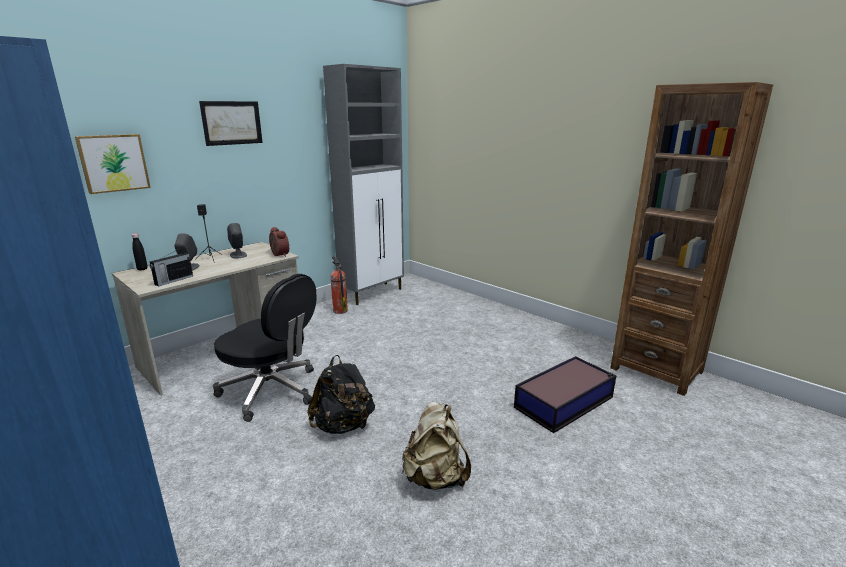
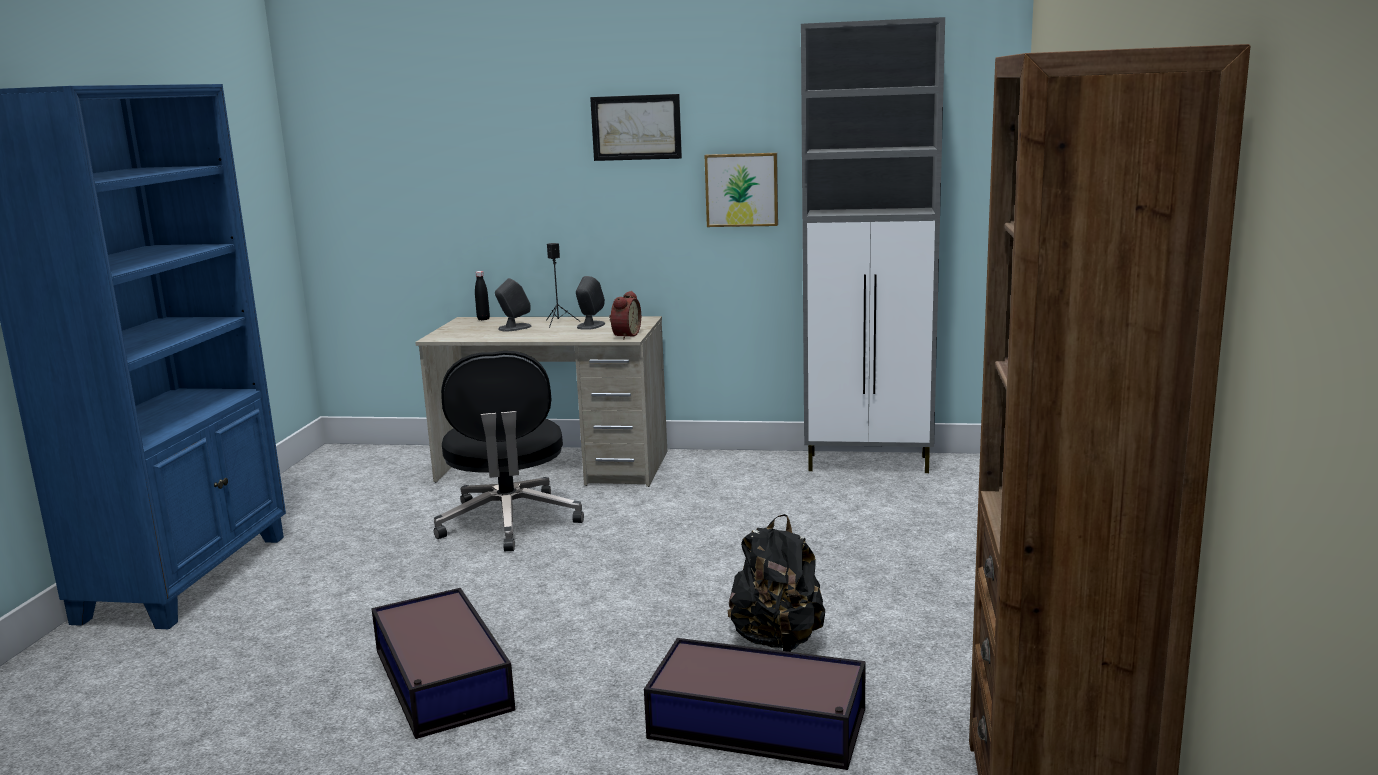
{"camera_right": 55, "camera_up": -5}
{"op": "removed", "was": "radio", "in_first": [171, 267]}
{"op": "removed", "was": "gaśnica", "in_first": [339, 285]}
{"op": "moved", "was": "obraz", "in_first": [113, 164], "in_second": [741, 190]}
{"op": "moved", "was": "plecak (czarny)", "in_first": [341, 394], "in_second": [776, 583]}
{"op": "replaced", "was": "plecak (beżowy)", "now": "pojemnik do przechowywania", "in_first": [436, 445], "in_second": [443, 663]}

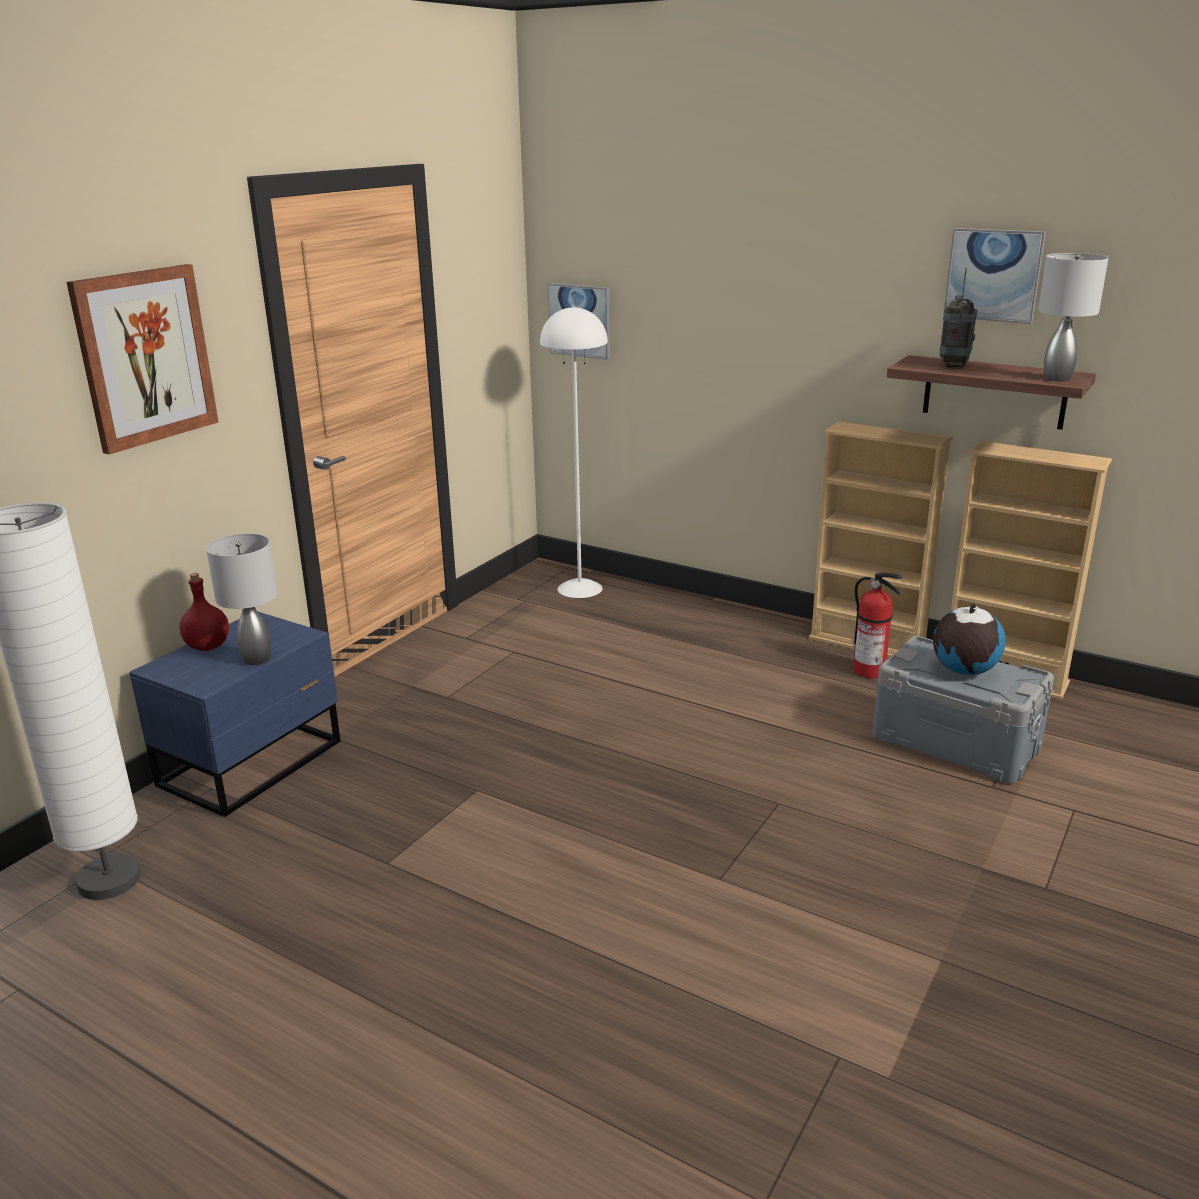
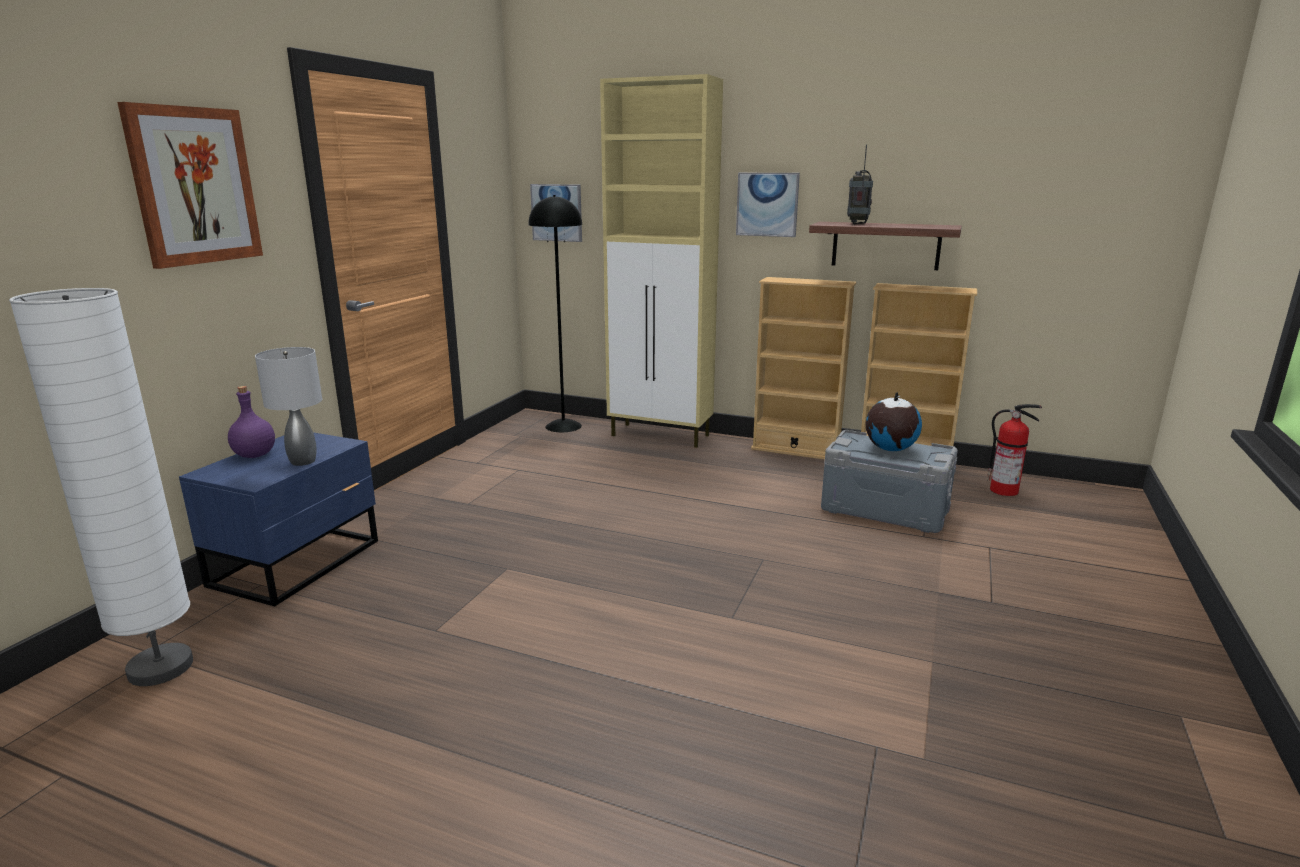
{"camera_right": -10, "camera_up": -5}
{"op": "removed", "was": "lampa stołowa (szary)", "in_first": [1073, 317]}
{"op": "added", "now": "szafka (beżowy)", "in_second": [661, 261]}
{"op": "moved", "was": "gaśnica", "in_first": [877, 626], "in_second": [1014, 450]}
{"op": "moved", "was": "obraz", "in_first": [995, 276], "in_second": [768, 205]}
{"op": "recoloured", "was": "butelka (czerwony)", "now": "butelka (fioletowy)", "in_first": [204, 612], "in_second": [251, 422]}
{"op": "recoloured", "was": "lampa stojąca (biały)", "now": "lampa stojąca (czarny)", "in_first": [574, 452], "in_second": [555, 313]}

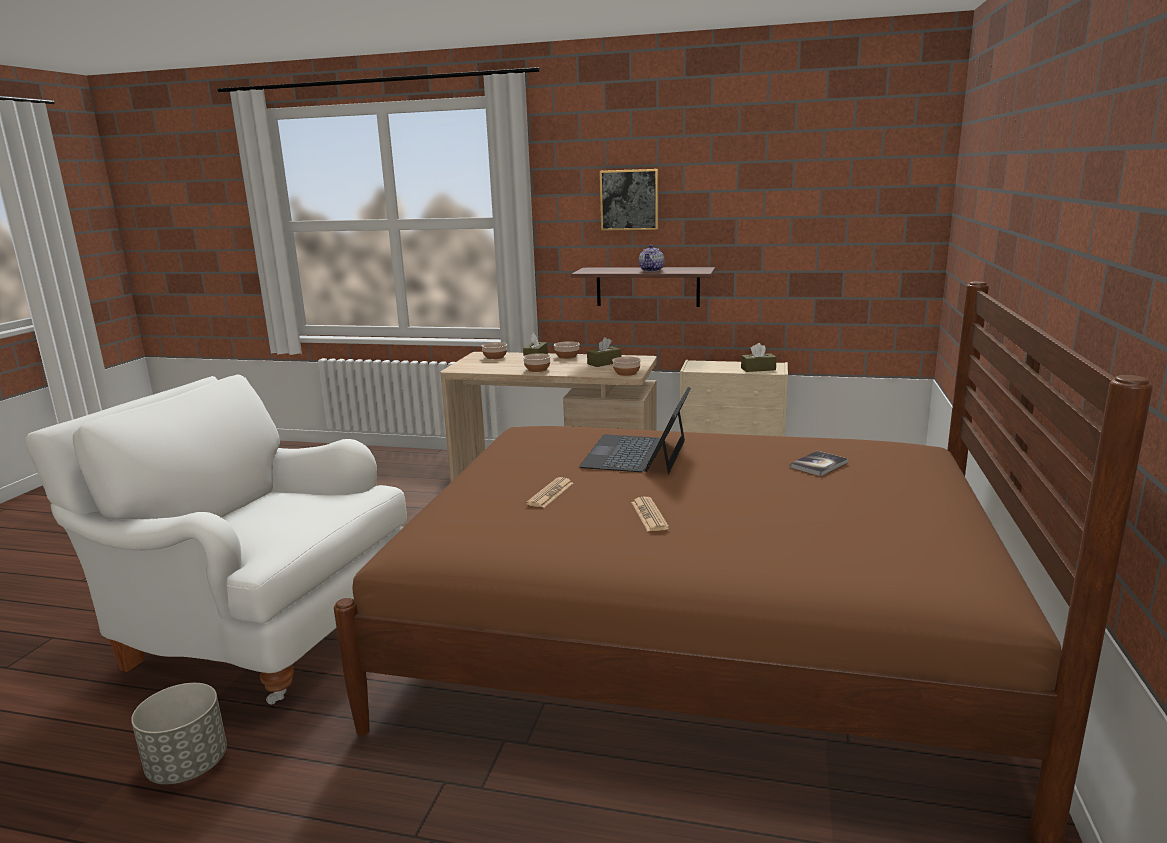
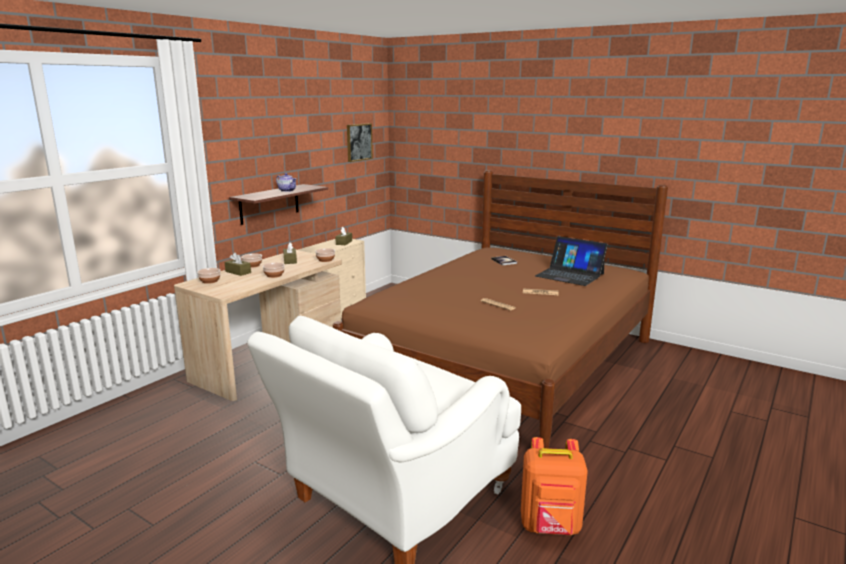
{"camera_right": -70, "camera_up": 0}
{"op": "moved", "was": "laptop", "in_first": [635, 430], "in_second": [571, 261]}
{"op": "moved", "was": "obraz", "in_first": [629, 200], "in_second": [360, 142]}
{"op": "replaced", "was": "donica (szary)", "now": "plecak (pomarańczowy)", "in_first": [179, 734], "in_second": [554, 486]}

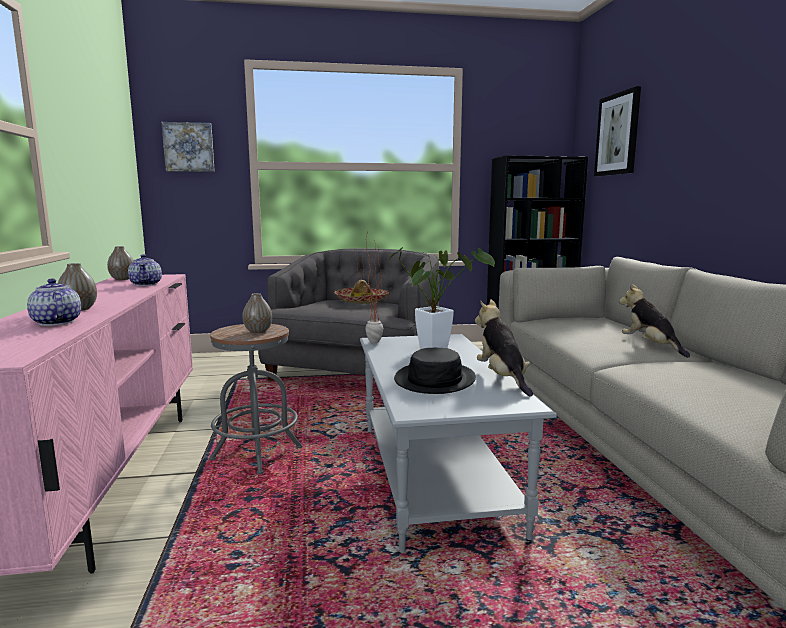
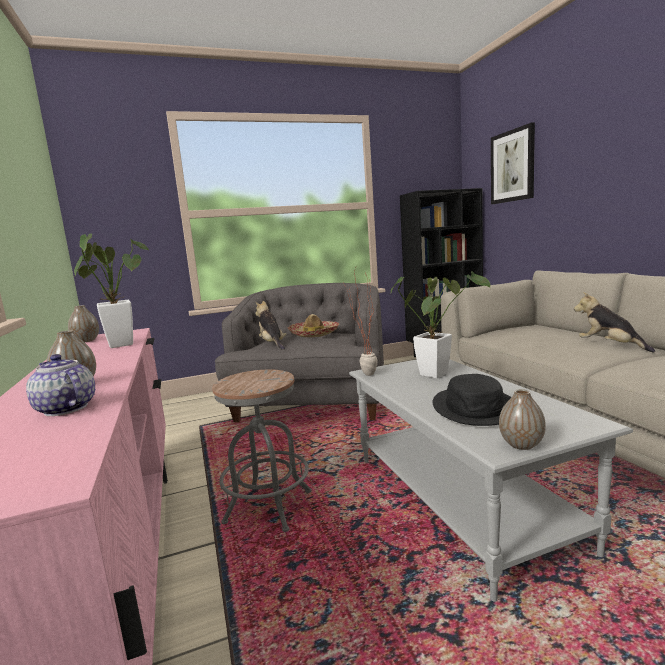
{"camera_right": -10, "camera_up": 0}
{"op": "removed", "was": "obraz", "in_first": [188, 147]}
{"op": "moved", "was": "wazon", "in_first": [257, 313], "in_second": [522, 419]}
{"op": "moved", "was": "pluszak", "in_first": [504, 348], "in_second": [271, 325]}
{"op": "replaced", "was": "imbryk", "now": "roślina doniczkowa", "in_first": [145, 270], "in_second": [112, 290]}

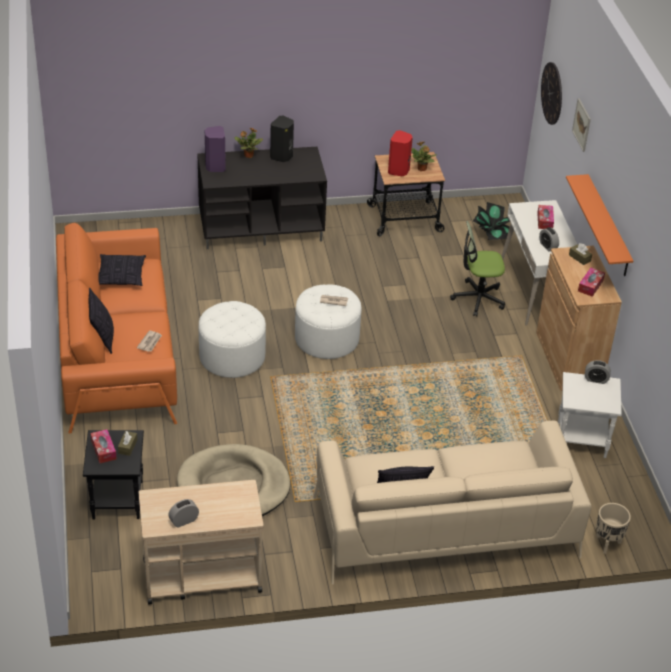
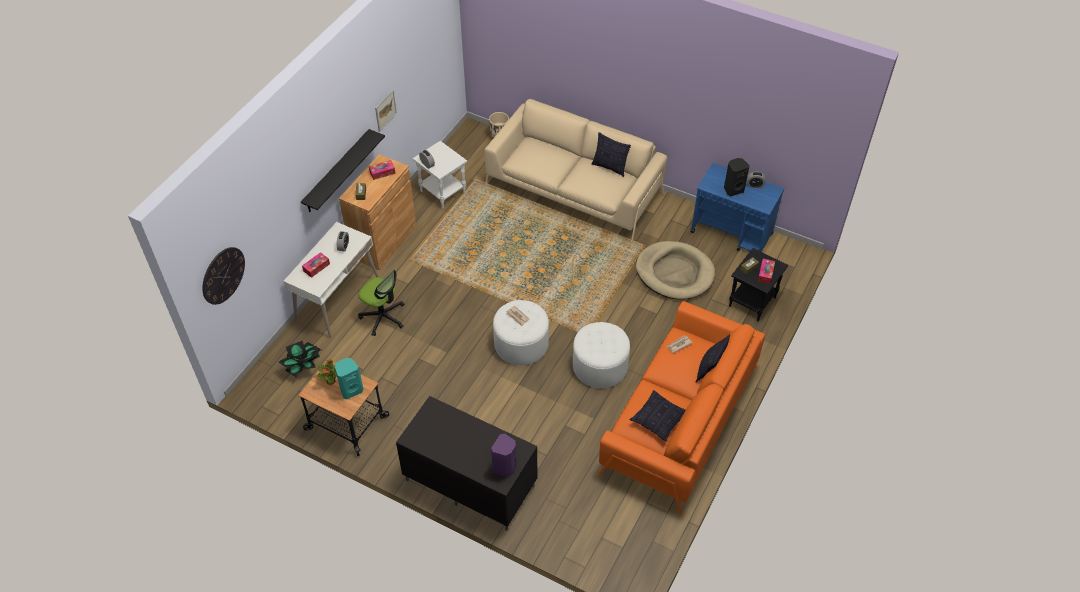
{"camera_right": -140, "camera_up": 10}
{"op": "removed", "was": "roślina doniczkowa", "in_first": [249, 143]}
{"op": "moved", "was": "głośnik (czarny)", "in_first": [282, 138], "in_second": [737, 177]}
{"op": "moved", "was": "obraz", "in_first": [581, 125], "in_second": [386, 111]}
{"op": "recoloured", "was": "wózek (beżowy)", "now": "wózek (niebieski)", "in_first": [200, 542], "in_second": [737, 207]}
{"op": "recoloured", "was": "głośnik (czerwony)", "now": "głośnik (turkusowy)", "in_first": [400, 153], "in_second": [348, 378]}
{"op": "recoloured", "was": "półka (pomarańczowy)", "now": "półka (czarny)", "in_first": [599, 225], "in_second": [343, 170]}

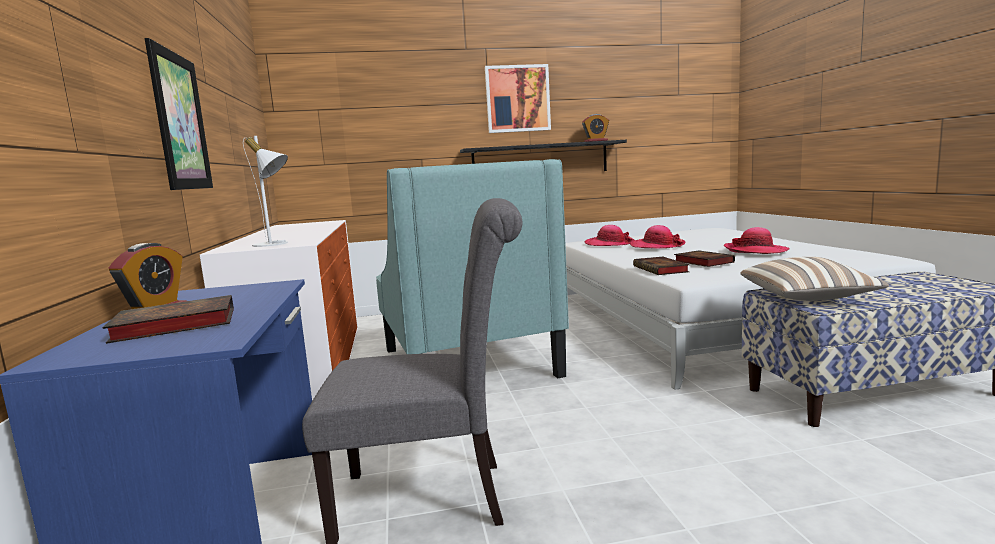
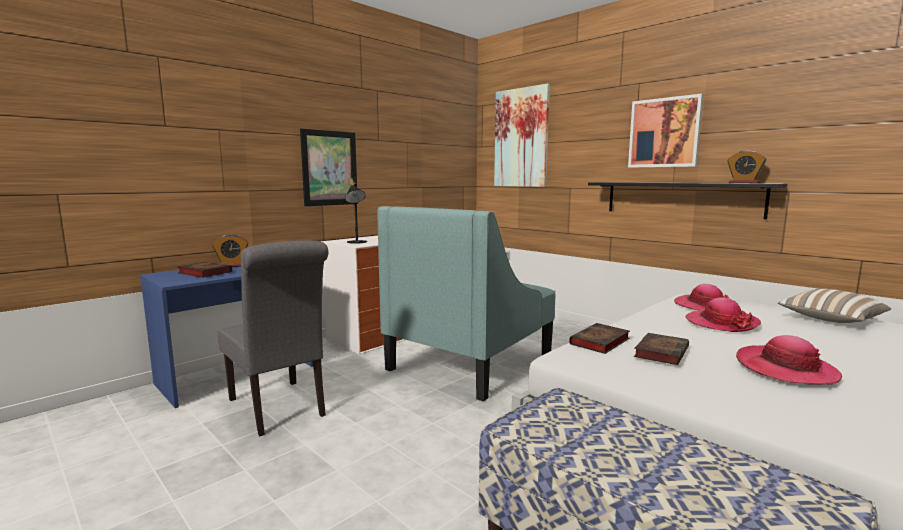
{"camera_right": 55, "camera_up": 0}
{"op": "added", "now": "obraz", "in_second": [522, 135]}
{"op": "moved", "was": "poduszka", "in_first": [815, 279], "in_second": [834, 306]}
{"op": "recoloured", "was": "lampa stołowa (biały)", "now": "lampa stołowa (czarny)", "in_first": [265, 191], "in_second": [356, 210]}

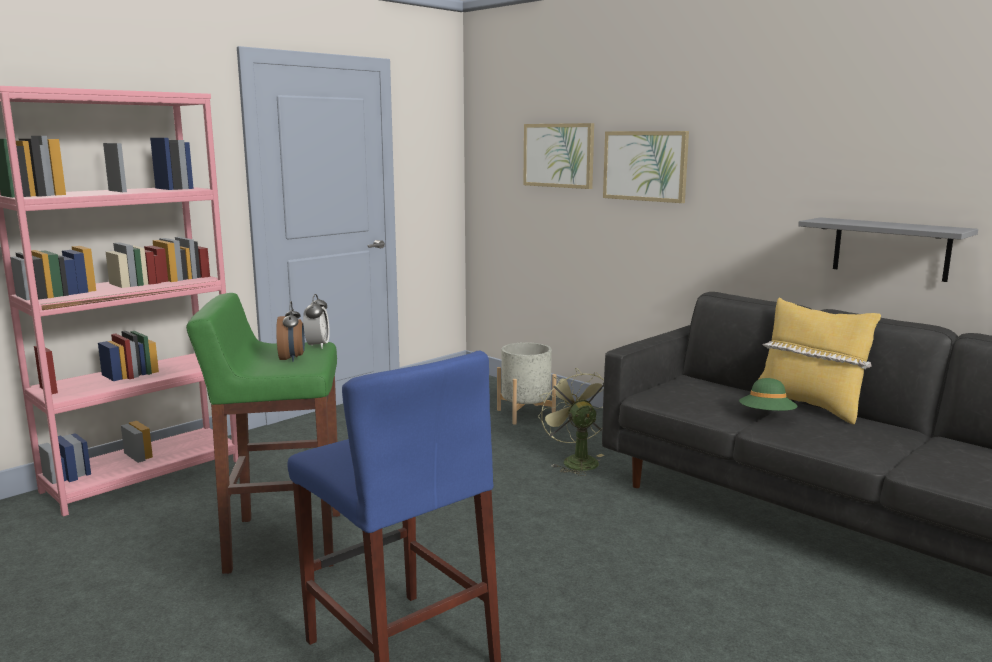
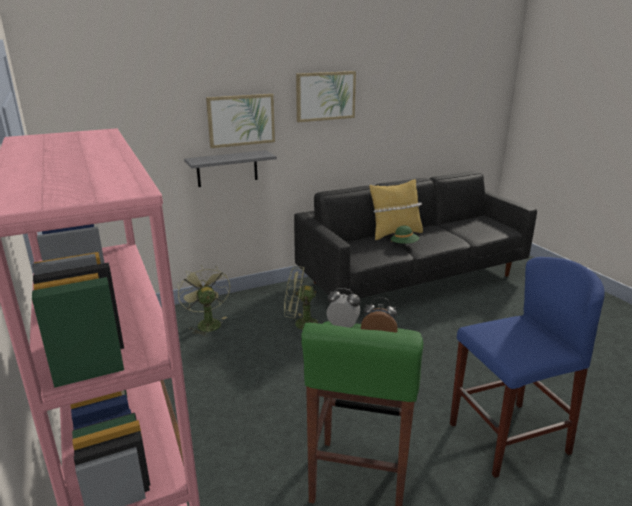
{"camera_right": -70, "camera_up": 10}
{"op": "moved", "was": "obraz", "in_first": [558, 156], "in_second": [326, 96]}
{"op": "moved", "was": "półka (szary)", "in_first": [888, 249], "in_second": [230, 168]}
{"op": "replaced", "was": "donica (szary)", "now": "wentylator (zielony)", "in_first": [527, 383], "in_second": [203, 300]}

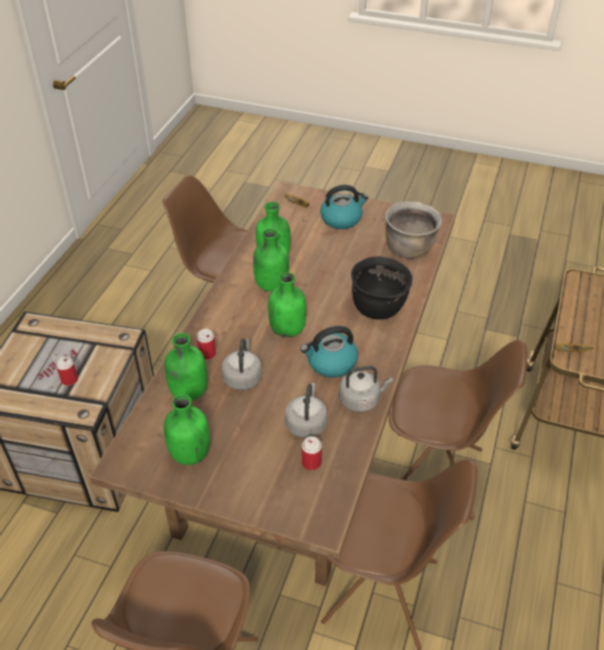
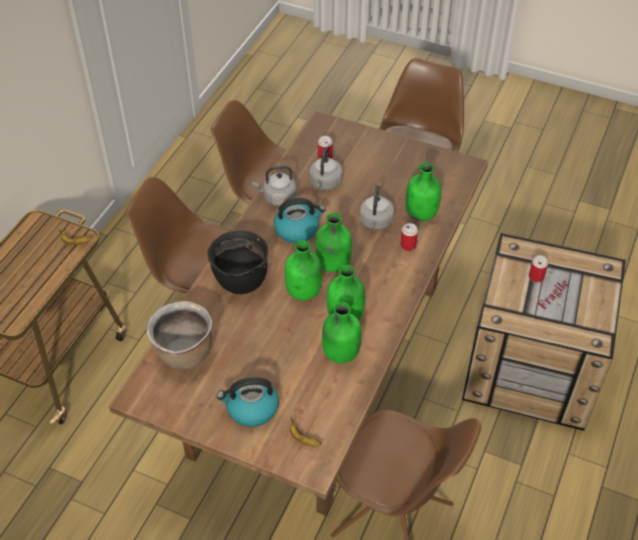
{"camera_right": -175, "camera_up": 5}
{"op": "moved", "was": "butelka (zielony)", "in_first": [187, 430], "in_second": [303, 270]}

